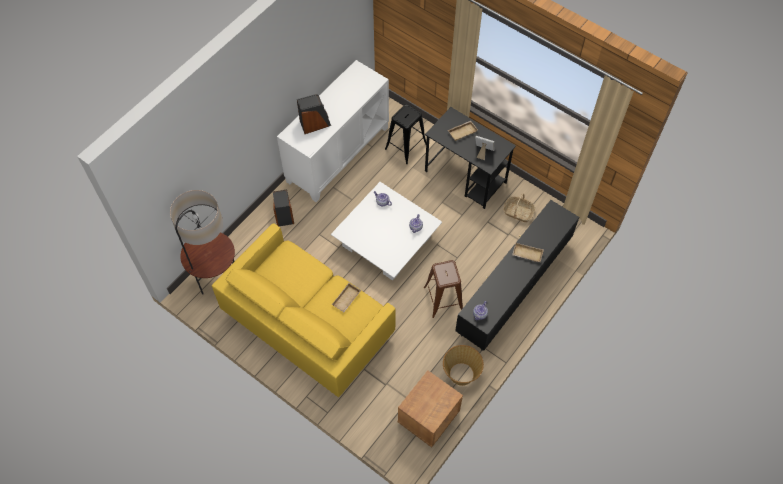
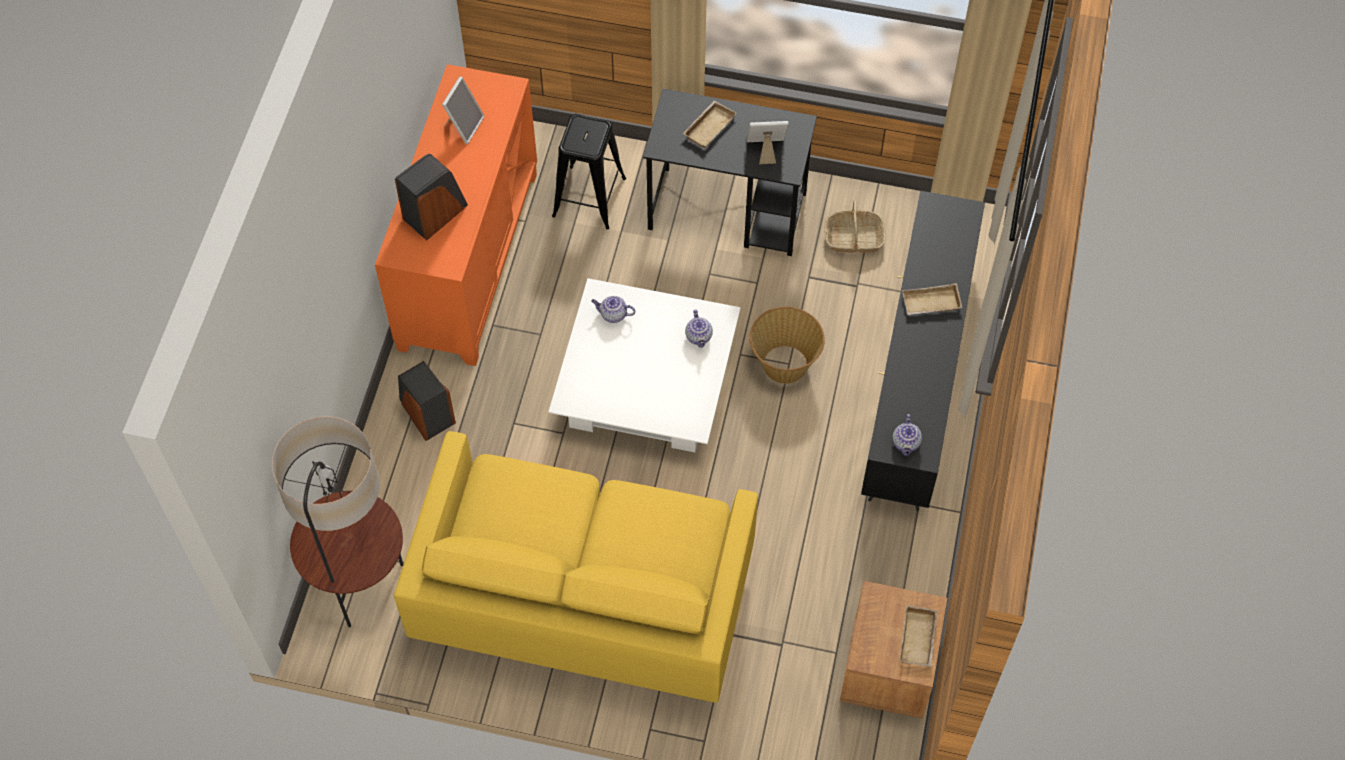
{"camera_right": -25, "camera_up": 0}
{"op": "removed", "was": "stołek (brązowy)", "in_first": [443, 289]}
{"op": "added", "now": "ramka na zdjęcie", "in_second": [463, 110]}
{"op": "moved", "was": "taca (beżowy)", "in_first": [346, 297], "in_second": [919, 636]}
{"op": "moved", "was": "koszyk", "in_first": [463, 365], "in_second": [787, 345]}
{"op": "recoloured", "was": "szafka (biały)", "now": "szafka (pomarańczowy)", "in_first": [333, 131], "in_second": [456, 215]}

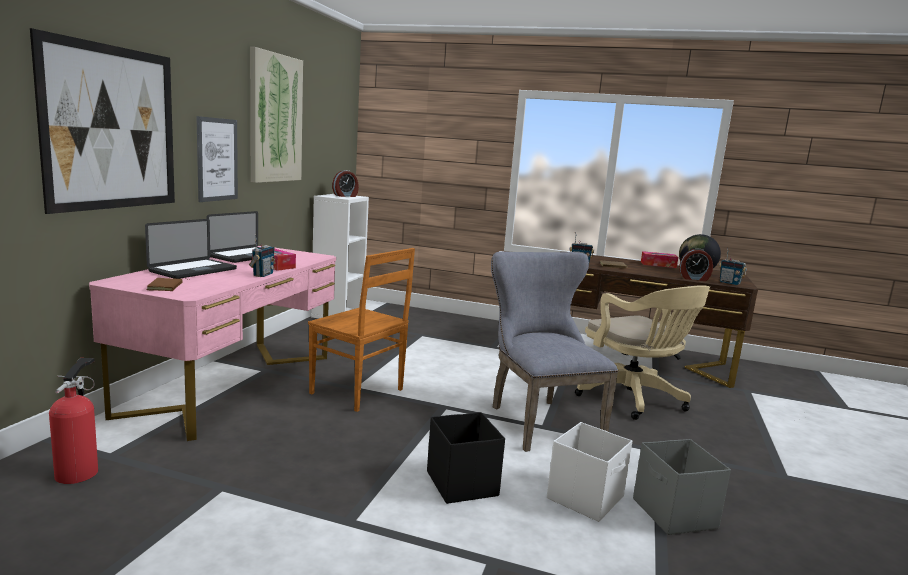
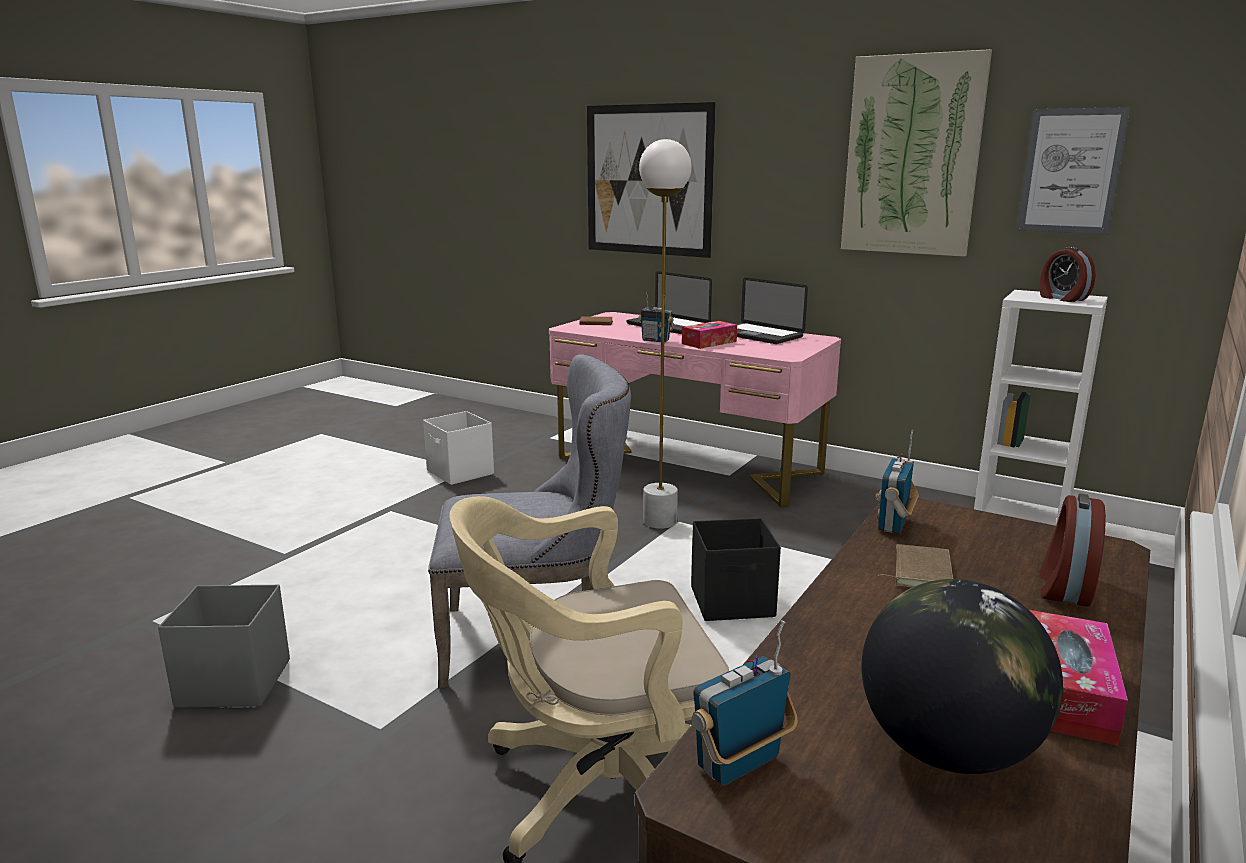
{"camera_right": 105, "camera_up": 5}
{"op": "removed", "was": "gaśnica", "in_first": [73, 421]}
{"op": "moved", "was": "obraz", "in_first": [217, 159], "in_second": [1074, 170]}
{"op": "moved", "was": "pojemnik do przechowywania (czarny)", "in_first": [466, 458], "in_second": [736, 569]}
{"op": "moved", "was": "pojemnik do przechowywania (biały)", "in_first": [589, 472], "in_second": [458, 448]}
{"op": "moved", "was": "budzik", "in_first": [696, 264], "in_second": [1073, 550]}
{"op": "replaced", "was": "krzesło (brązowy)", "now": "lampa stojąca (biały)", "in_first": [361, 330], "in_second": [665, 334]}

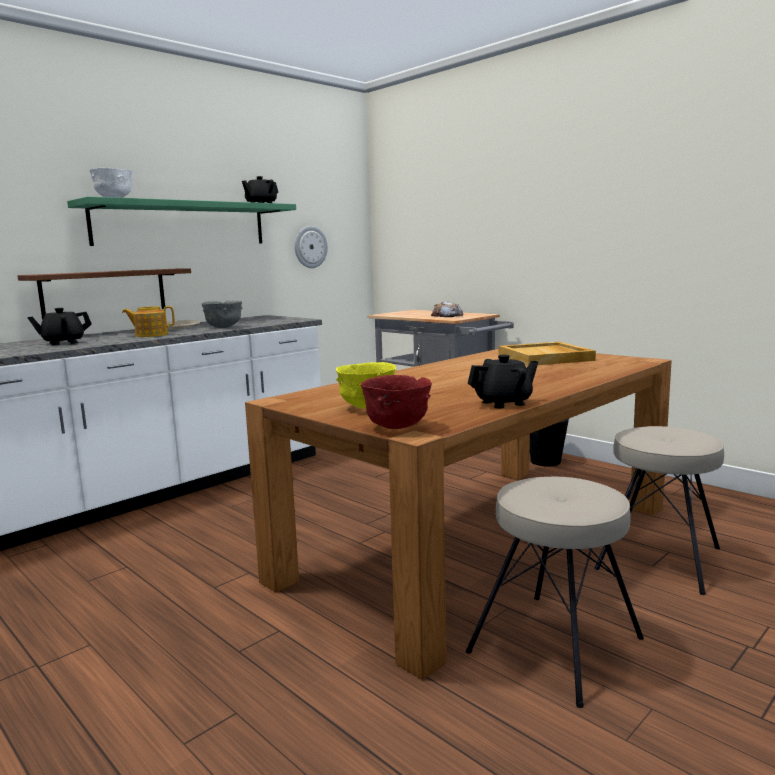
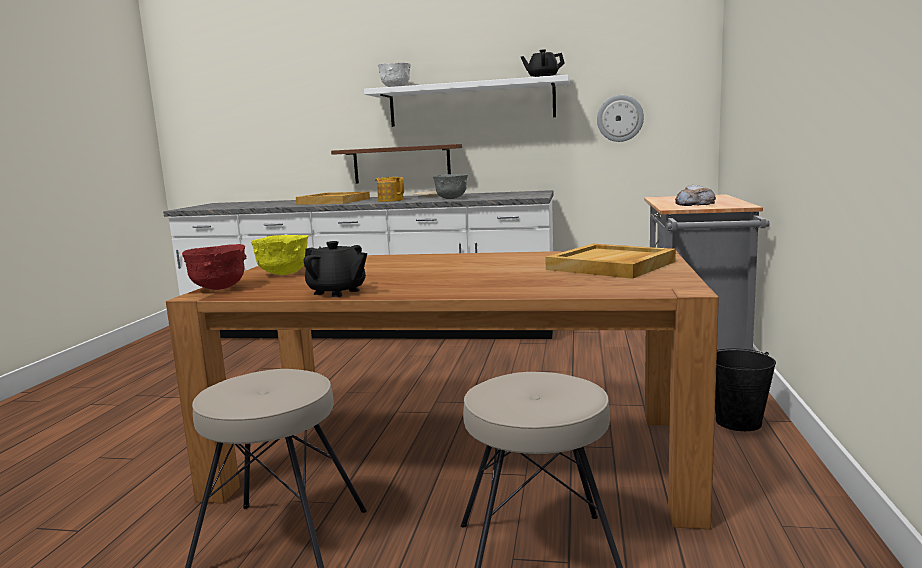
{"camera_right": 55, "camera_up": 0}
{"op": "replaced", "was": "imbryk (czarny)", "now": "taca (beżowy)", "in_first": [59, 327], "in_second": [333, 198]}
{"op": "recoloured", "was": "półka (zielony)", "now": "półka (biały)", "in_first": [181, 221], "in_second": [466, 101]}

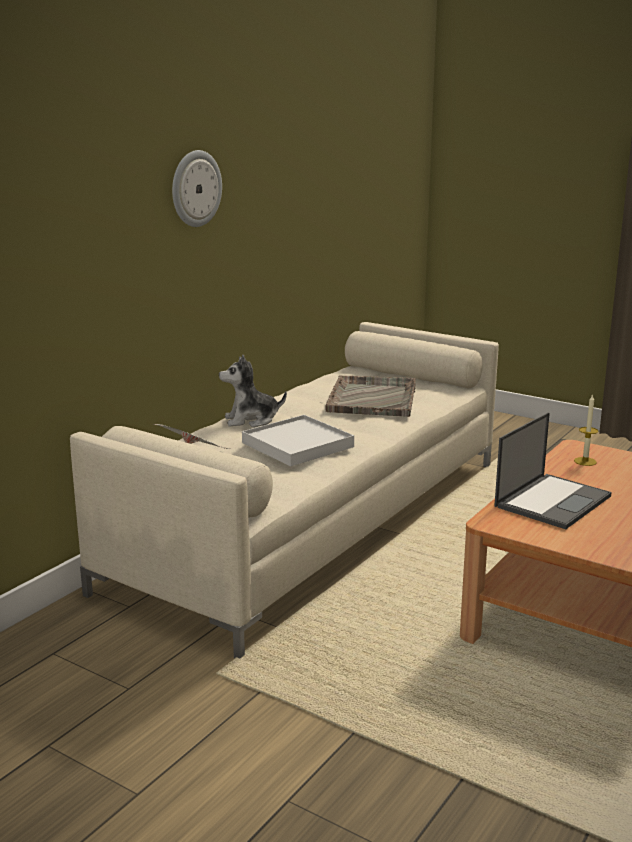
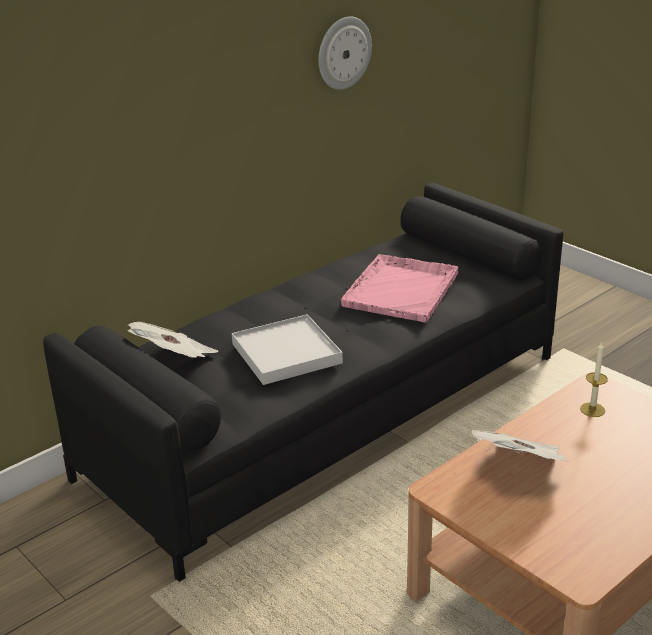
{"camera_right": 15, "camera_up": 10}
{"op": "removed", "was": "pluszak", "in_first": [253, 391]}
{"op": "moved", "was": "zegar ścienny", "in_first": [197, 188], "in_second": [345, 53]}
{"op": "replaced", "was": "laptop", "now": "gazeta", "in_first": [553, 470], "in_second": [520, 446]}
{"op": "recoloured", "was": "kanapa (beżowy)", "now": "kanapa (czarny)", "in_first": [284, 490], "in_second": [303, 382]}
{"op": "recoloured", "was": "taca (szary)", "now": "taca (różowy)", "in_first": [370, 396], "in_second": [399, 288]}

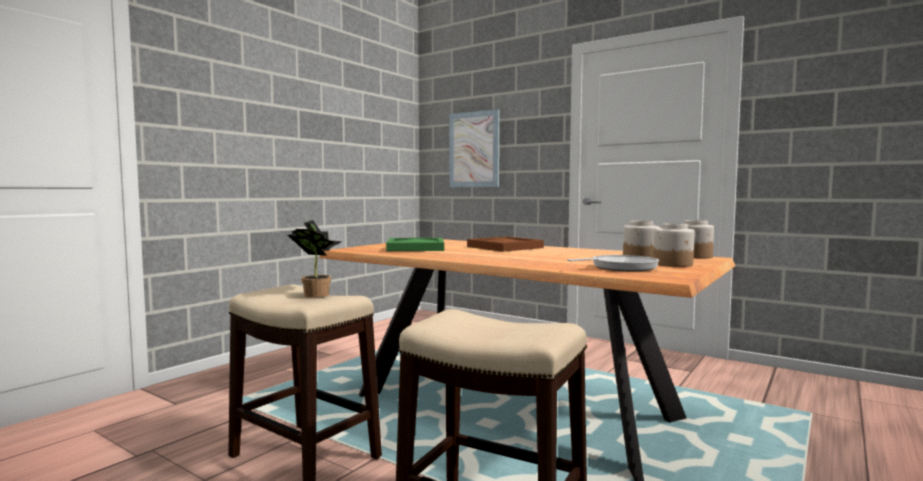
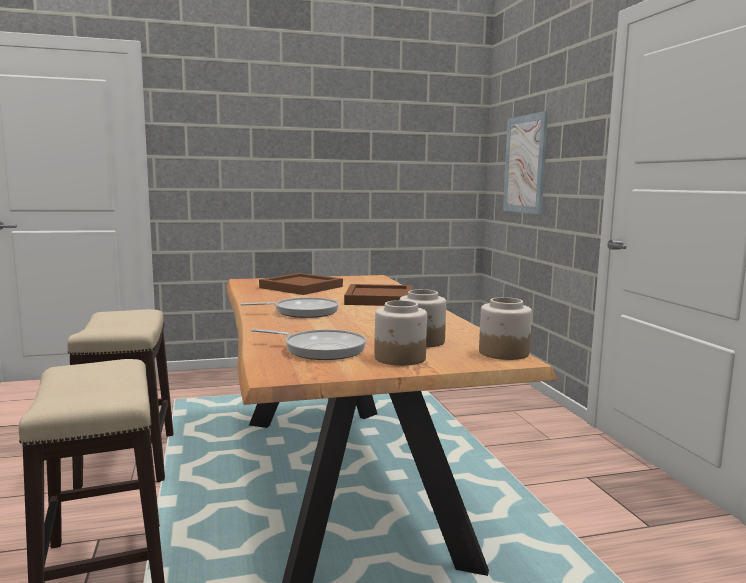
{"camera_right": 40, "camera_up": 5}
{"op": "removed", "was": "roślina doniczkowa", "in_first": [315, 258]}
{"op": "added", "now": "patelnia", "in_second": [289, 307]}
{"op": "recoloured", "was": "taca (zielony)", "now": "taca (brązowy)", "in_first": [415, 244], "in_second": [301, 284]}

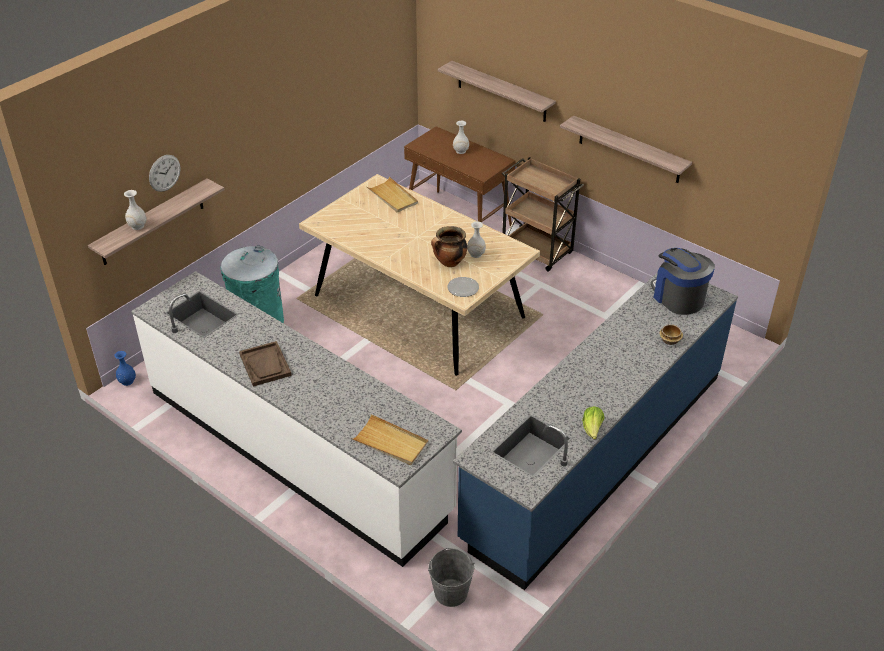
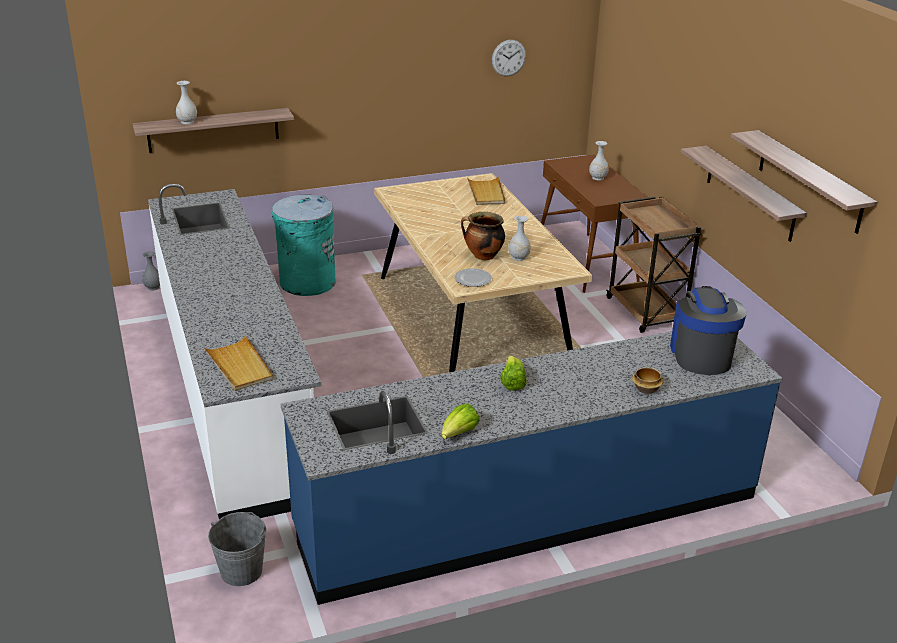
{"camera_right": 30, "camera_up": -10}
{"op": "removed", "was": "taca (brązowy)", "in_first": [265, 363]}
{"op": "added", "now": "sałata", "in_second": [513, 373]}
{"op": "moved", "was": "zegar ścienny", "in_first": [165, 173], "in_second": [509, 58]}
{"op": "moved", "was": "półka", "in_first": [497, 91], "in_second": [804, 182]}
{"op": "recoloured", "was": "wazon (niebieski)", "now": "wazon (szary)", "in_first": [125, 368], "in_second": [151, 271]}

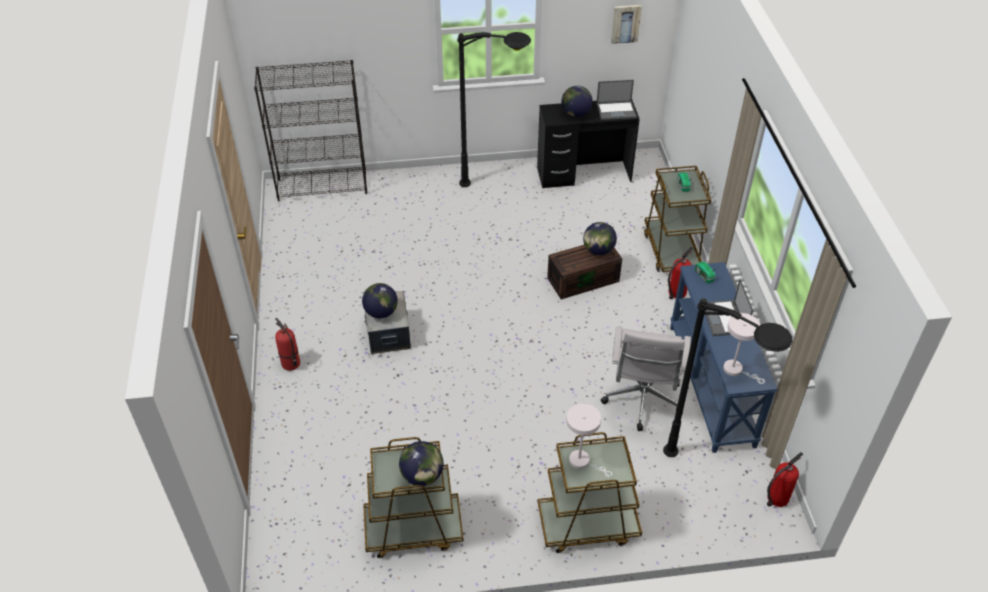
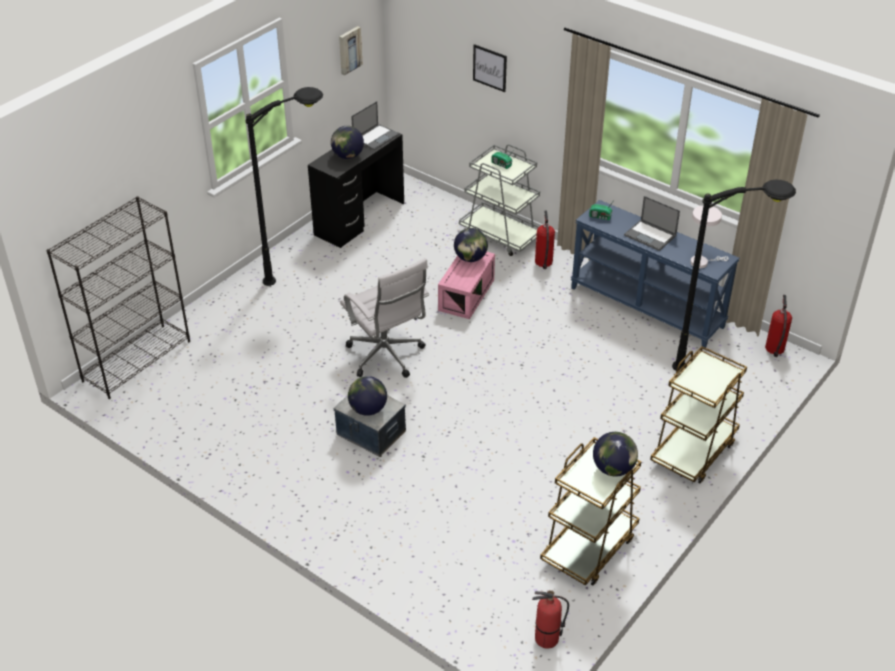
{"camera_right": -45, "camera_up": -5}
{"op": "removed", "was": "lampa stołowa (biały)", "in_first": [589, 440]}
{"op": "added", "now": "obraz", "in_second": [490, 68]}
{"op": "moved", "was": "gaśnica", "in_first": [287, 344], "in_second": [550, 619]}
{"op": "moved", "was": "krzesło biurowe (biały)", "in_first": [646, 379], "in_second": [384, 318]}
{"op": "recoloured", "was": "pojemnik do przechowywania (brązowy)", "now": "pojemnik do przechowywania (różowy)", "in_first": [584, 272], "in_second": [466, 285]}
{"op": "recoloured", "was": "wózek (brązowy)", "now": "wózek (szary)", "in_first": [677, 219], "in_second": [499, 200]}

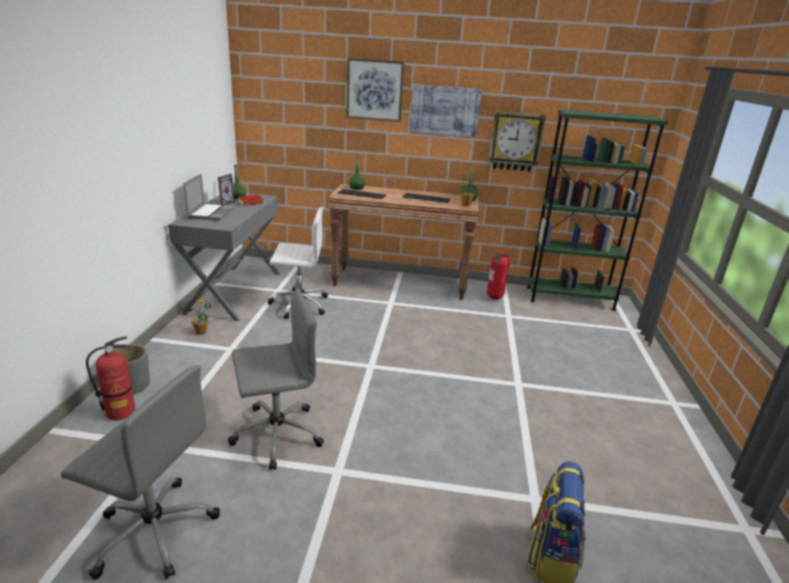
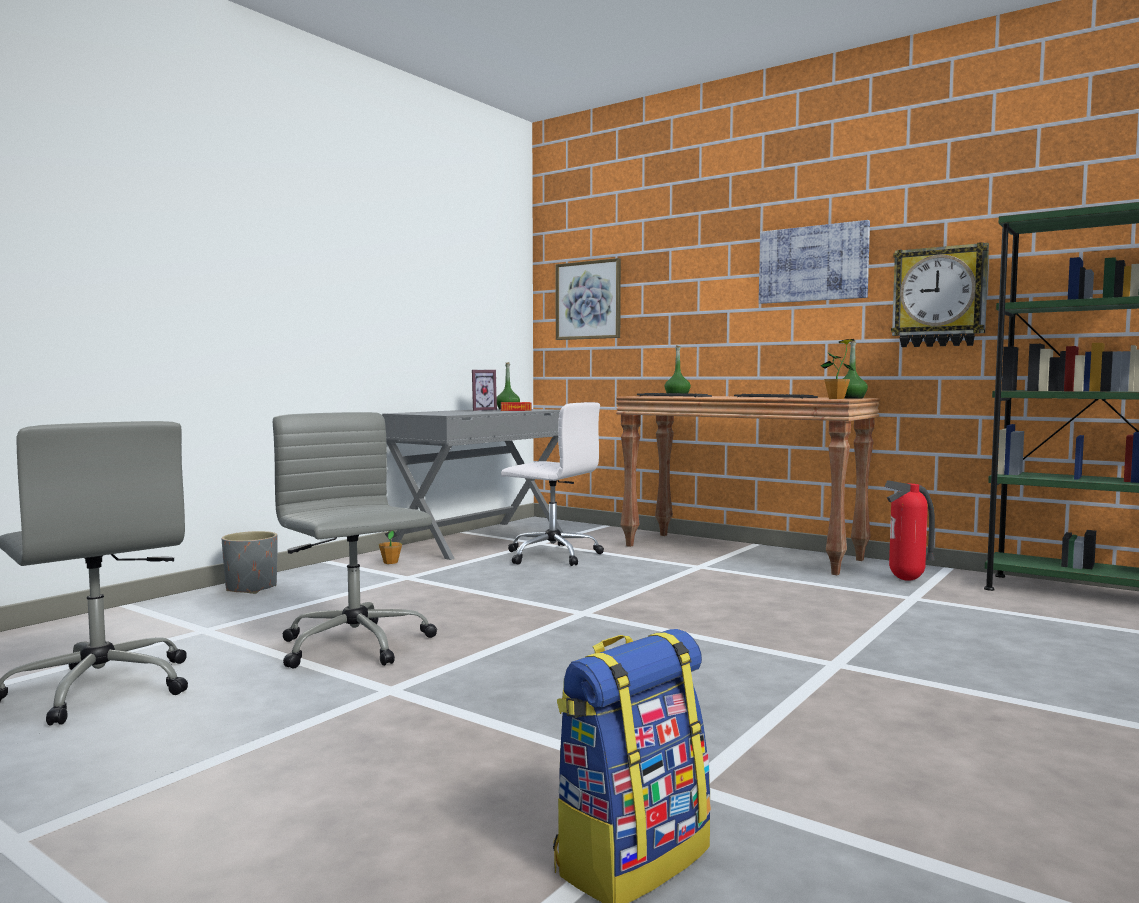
{"camera_right": 30, "camera_up": -20}
{"op": "removed", "was": "gaśnica", "in_first": [110, 378]}
{"op": "removed", "was": "laptop", "in_first": [209, 197]}
{"op": "moved", "was": "obraz", "in_first": [375, 90], "in_second": [588, 299]}
{"op": "turned", "was": "krzesło biurowe (szary)", "in_first": [276, 379], "in_second": [355, 540], "clockwise": -135}

